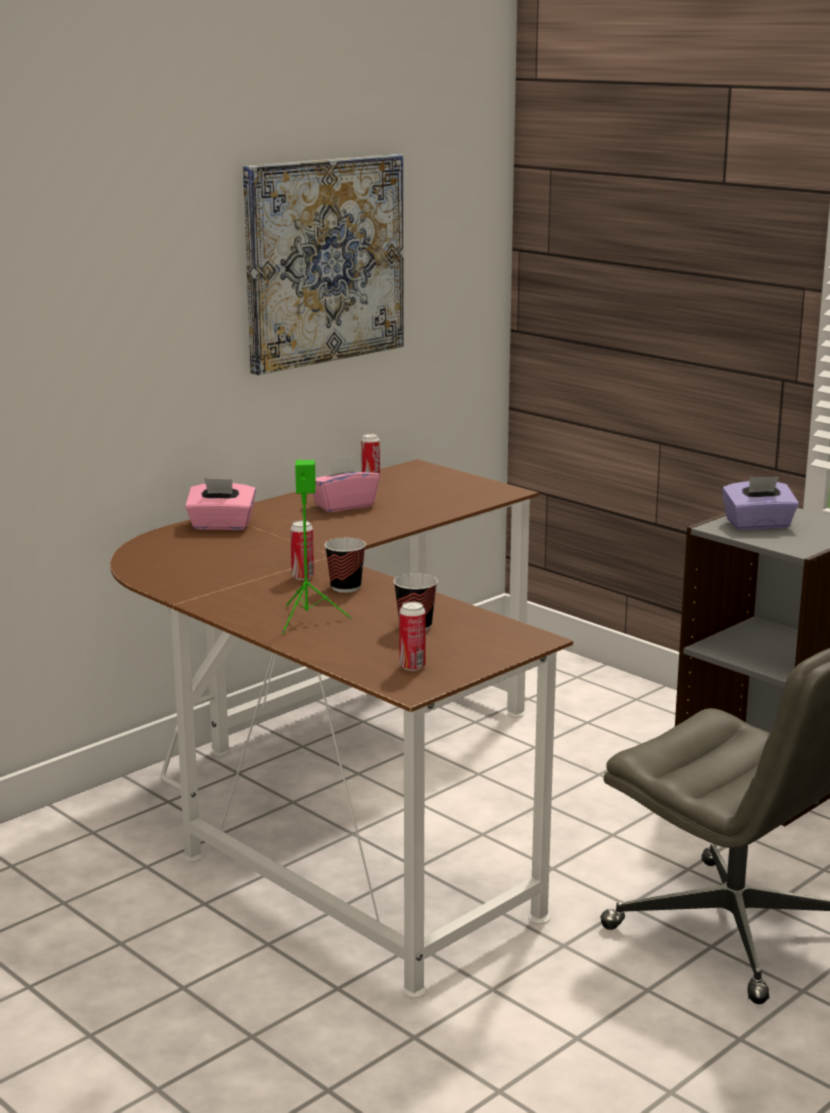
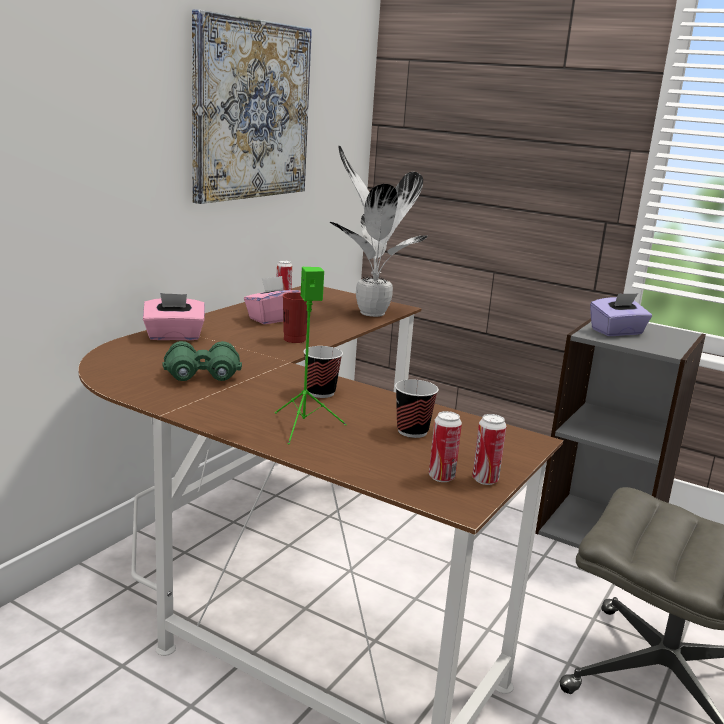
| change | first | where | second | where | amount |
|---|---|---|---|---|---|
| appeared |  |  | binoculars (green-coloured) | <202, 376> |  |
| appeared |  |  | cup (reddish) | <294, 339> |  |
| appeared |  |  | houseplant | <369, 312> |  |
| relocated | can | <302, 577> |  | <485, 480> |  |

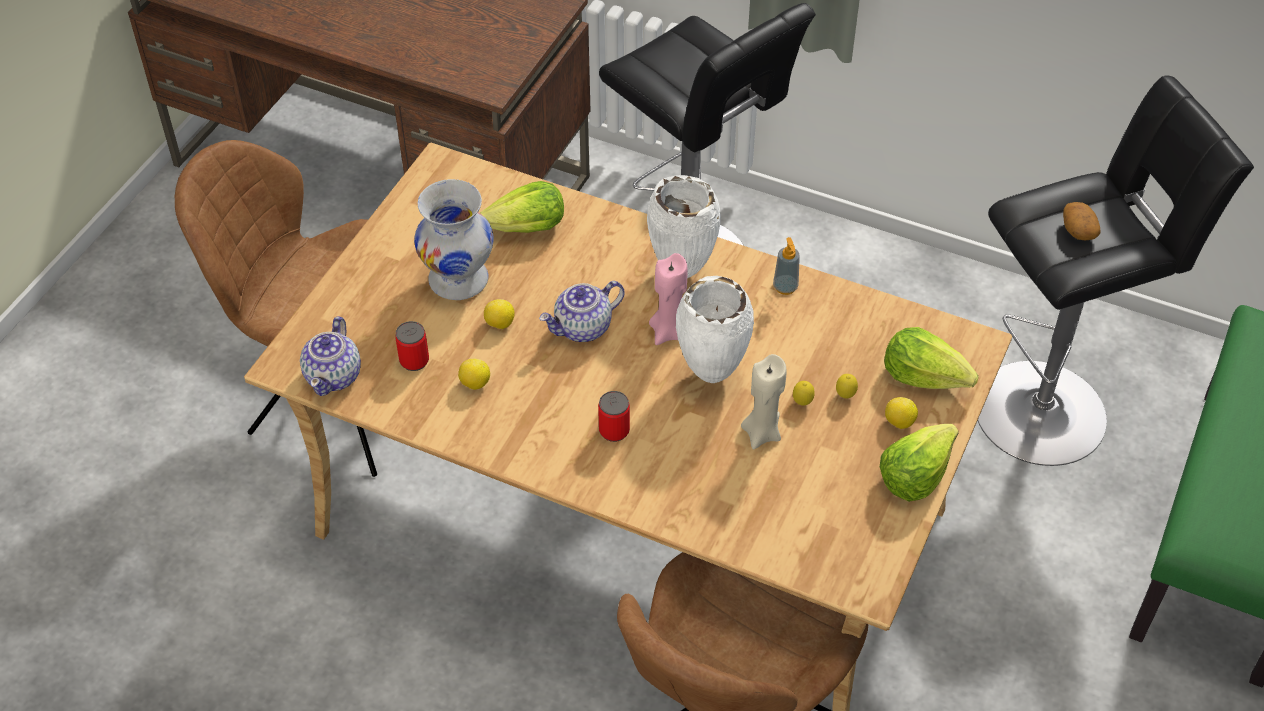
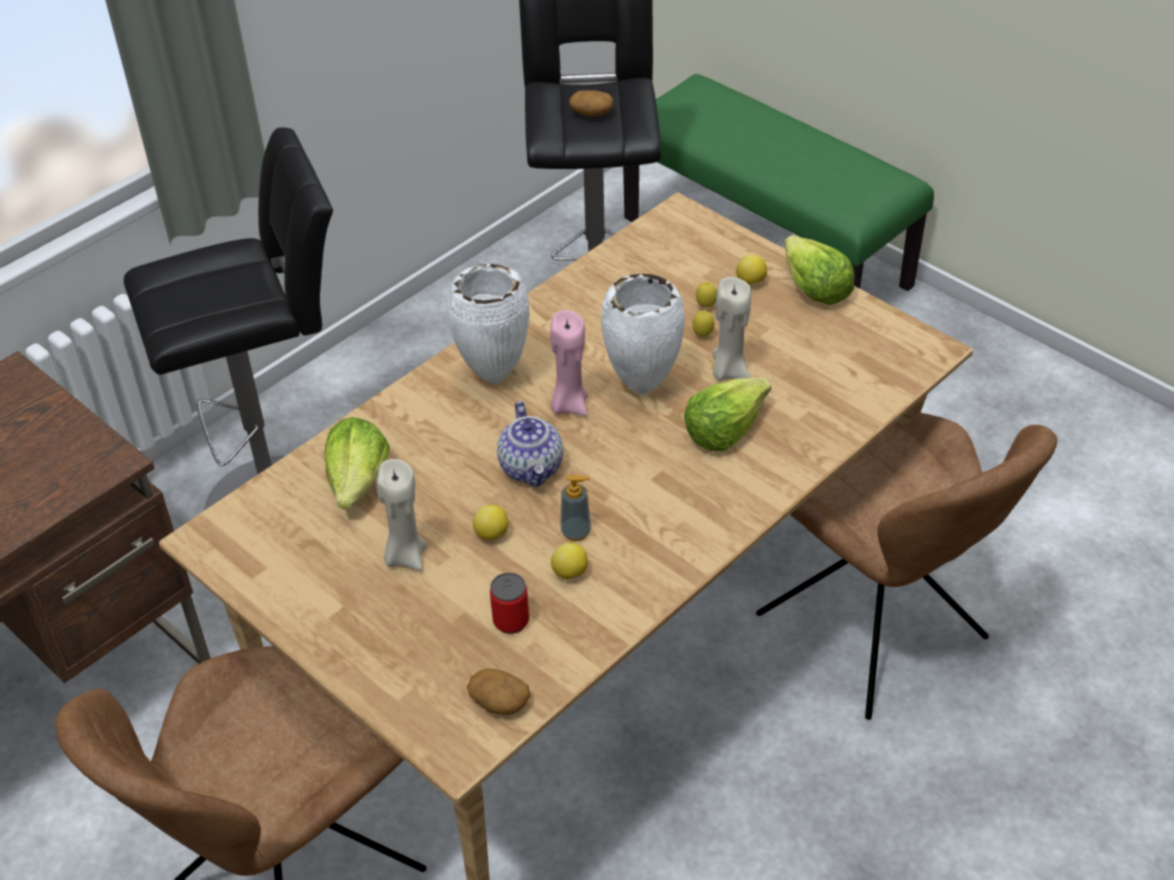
| change | first | where | second | where | amount |
|---|---|---|---|---|---|
| exchanged | flower vase (whitish) | <460, 279> | candle (beige-coloured) | <405, 556> |  |
| exchanged | teapot | <334, 375> | potato | <499, 702> |  |
| relocated | soap bottle | <785, 287> |  | <576, 532> |  |
| relocated | lettuce head | <925, 376> |  | <724, 429> |  |
| missing | can | <614, 431> |  |  |  |

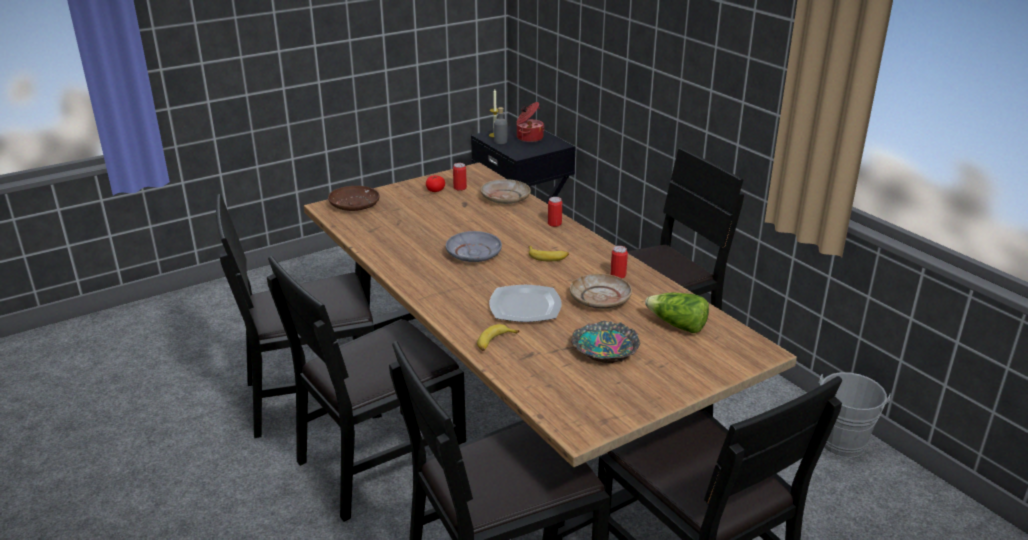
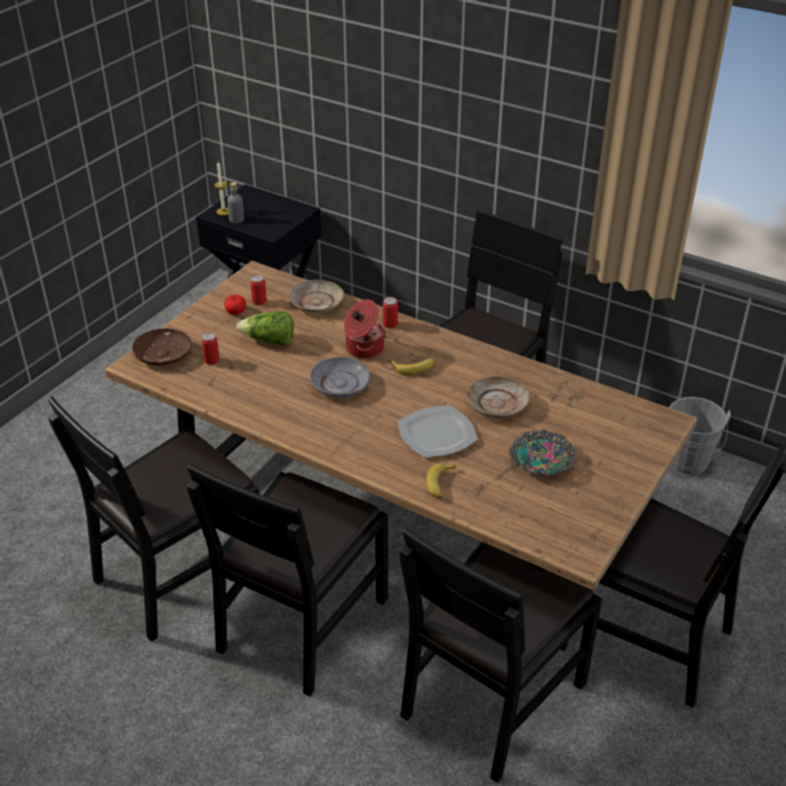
| change | first | where | second | where | amount |
|---|---|---|---|---|---|
| relocated | can | <618, 275> |  | <211, 360> |  |
| relocated | lettuce head | <677, 325> |  | <269, 341> |  |
| relocated | cooking pot | <529, 138> |  | <363, 348> |  |

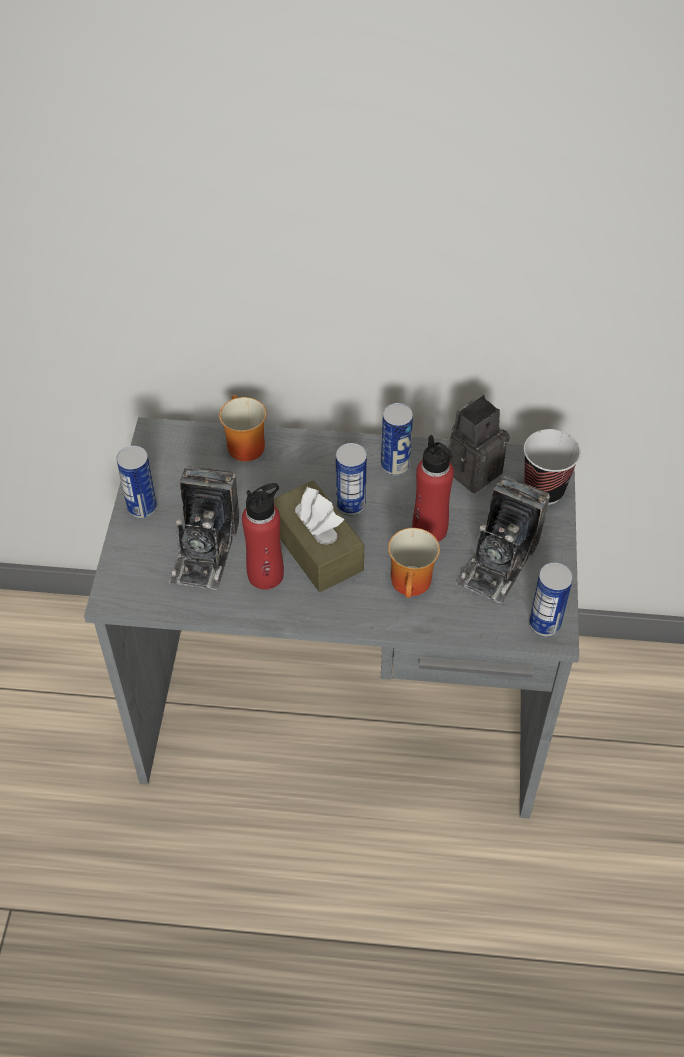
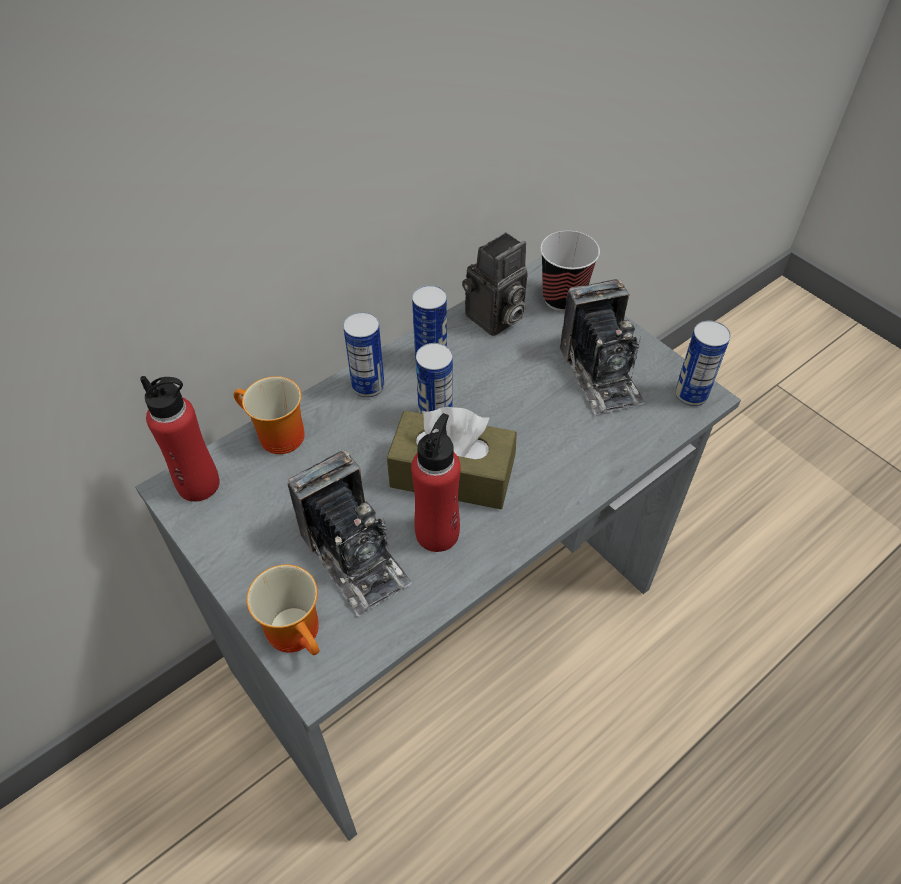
| change | first | where | second | where | amount |
|---|---|---|---|---|---|
| relocated | beverage bottle (reddish) | <429, 529> |  | <198, 484> |  |
| relocated | coffee mug | <413, 584> |  | <299, 631> |  |
| relocated | can | <142, 508> |  | <368, 386> |  |
| spun | still camera | <473, 469> |  | <494, 319> | 135 degrees counterclockwise |

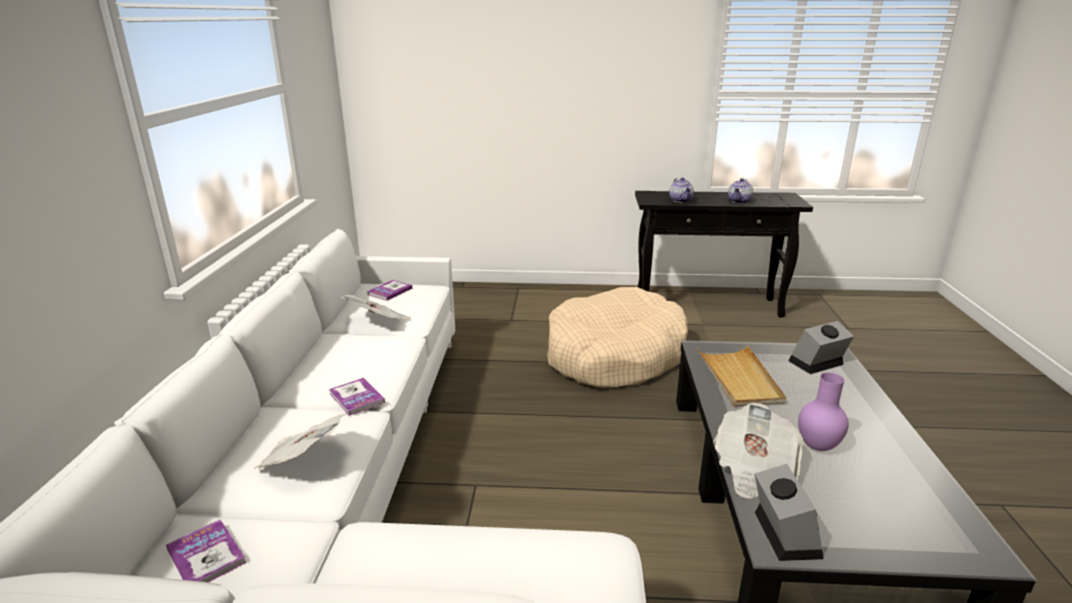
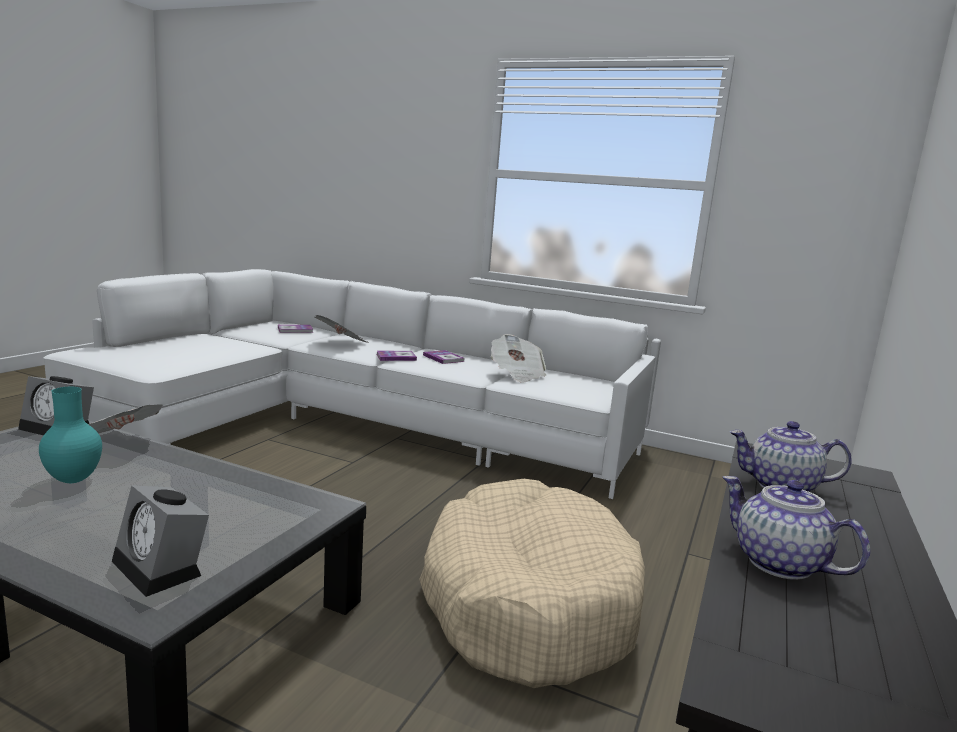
| change | first | where | second | where | amount |
|---|---|---|---|---|---|
| colour | flower vase (purple-coloured) | <818, 447> | flower vase (turquoise) | <72, 480> |  |
| spun | table clock | <816, 364> |  | <162, 568> | 135 degrees clockwise |
| relocated | volume | <389, 291> |  | <443, 358> |  |
| missing | tray (beige-coloured) | <739, 379> |  |  |  |

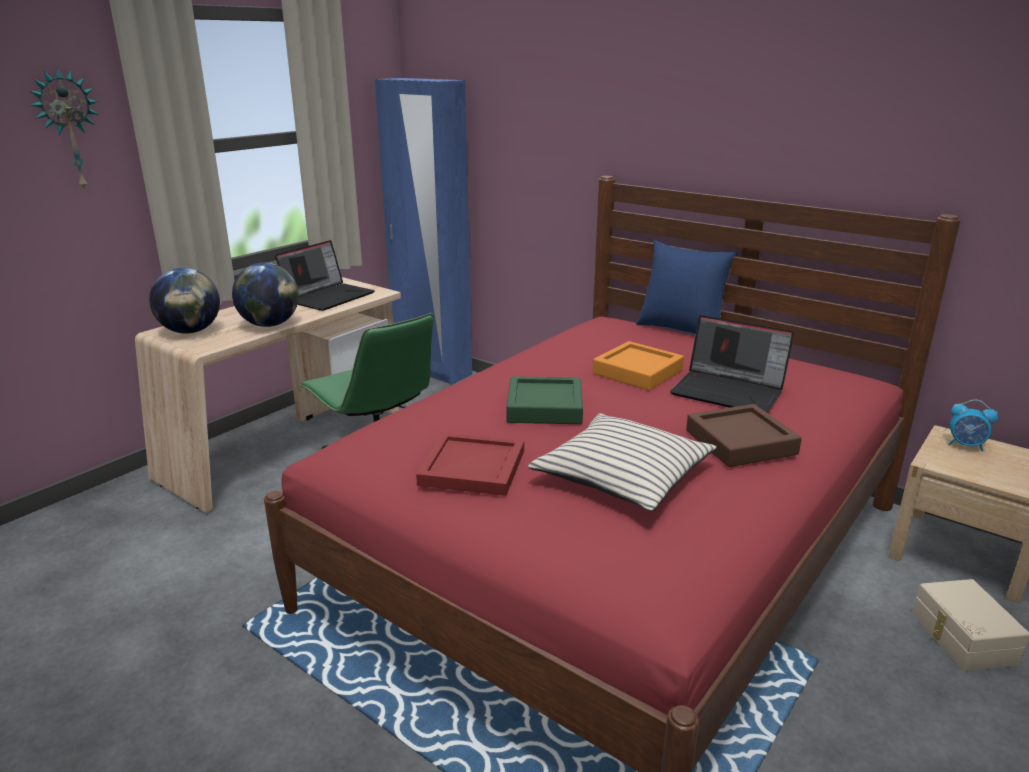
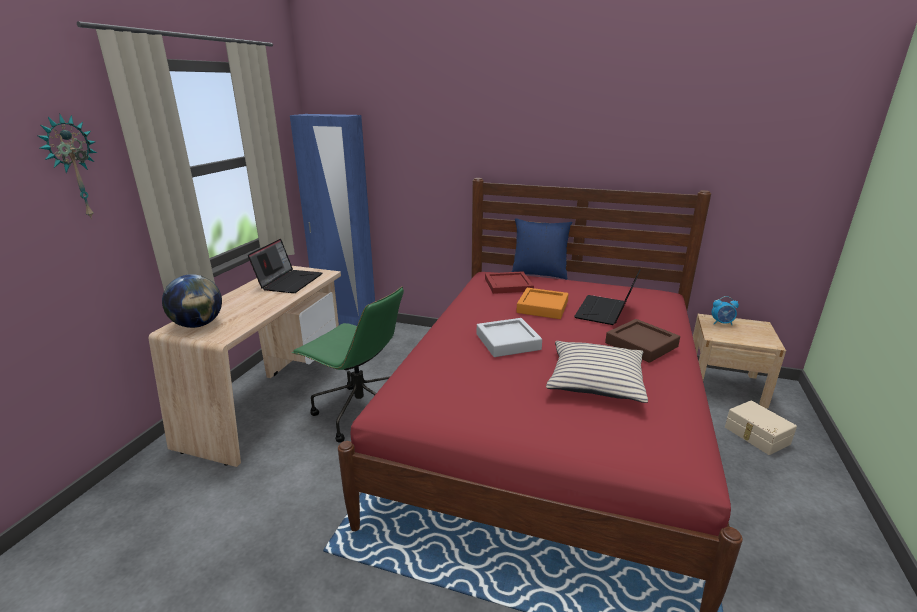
| change | first | where | second | where | amount |
|---|---|---|---|---|---|
| colour | tray (green-coloured) | <544, 407> | tray (grey) | <508, 342> |  |
| relocated | tray (reddish) | <471, 466> |  | <507, 284> |  |
| spun | portable computer | <729, 391> |  | <606, 312> | 105 degrees clockwise |
| missing | world globe | <270, 325> |  |  |  |

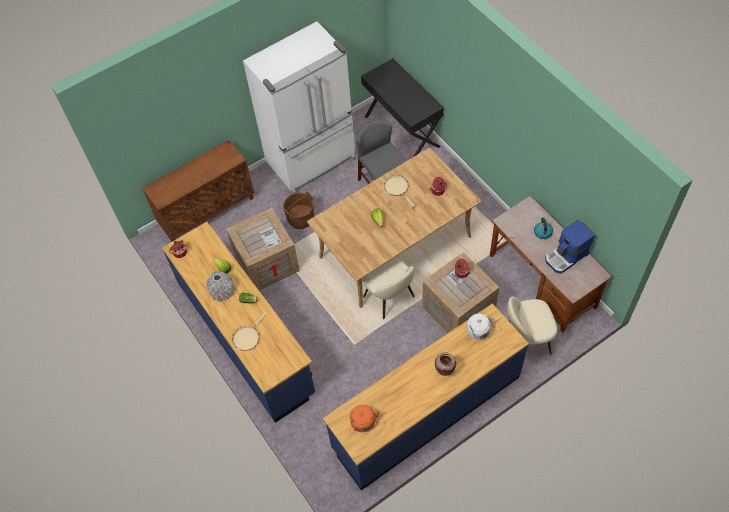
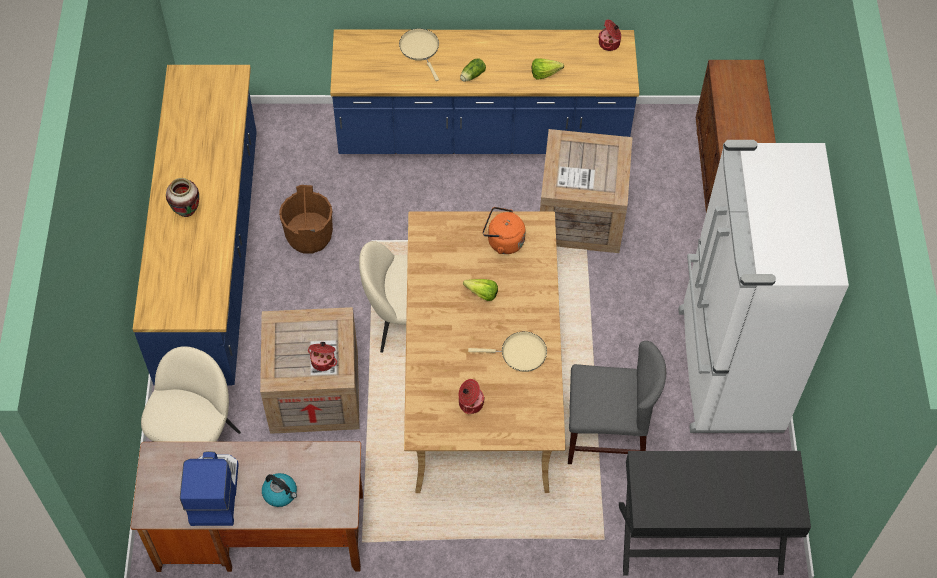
| change | first | where | second | where | amount |
|---|---|---|---|---|---|
| relocated | bucket (brown-coloured) | <300, 218> |  | <309, 236> |  |
| relocated | tea kettle (orangey) | <363, 423> |  | <503, 241> |  |
| missing | flower vase (grey) | <222, 291> |  |  |  |
| missing | tea kettle (whitish) | <479, 332> |  |  |  |

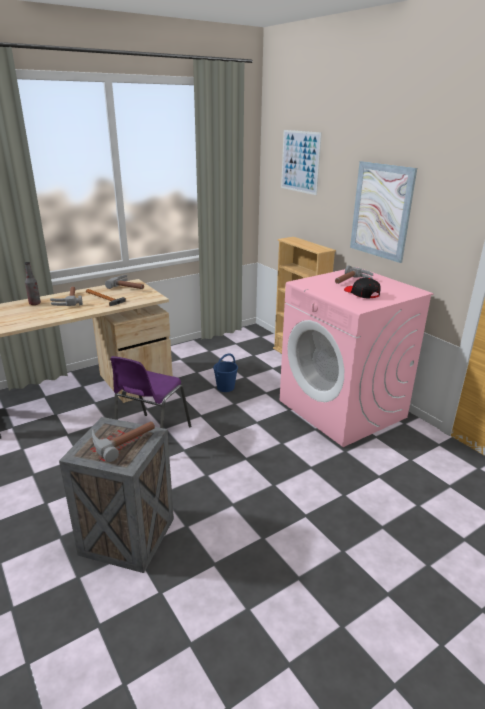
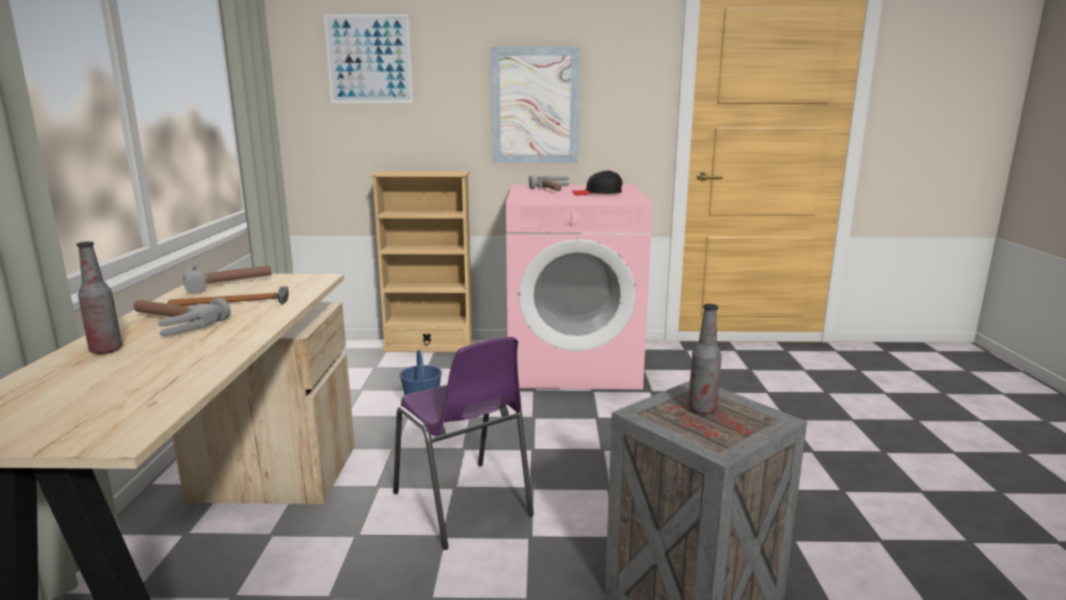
| change | first | where | second | where | amount |
|---|---|---|---|---|---|
| exchanged | tool hammer | <122, 440> | beverage bottle | <702, 409> |  |

